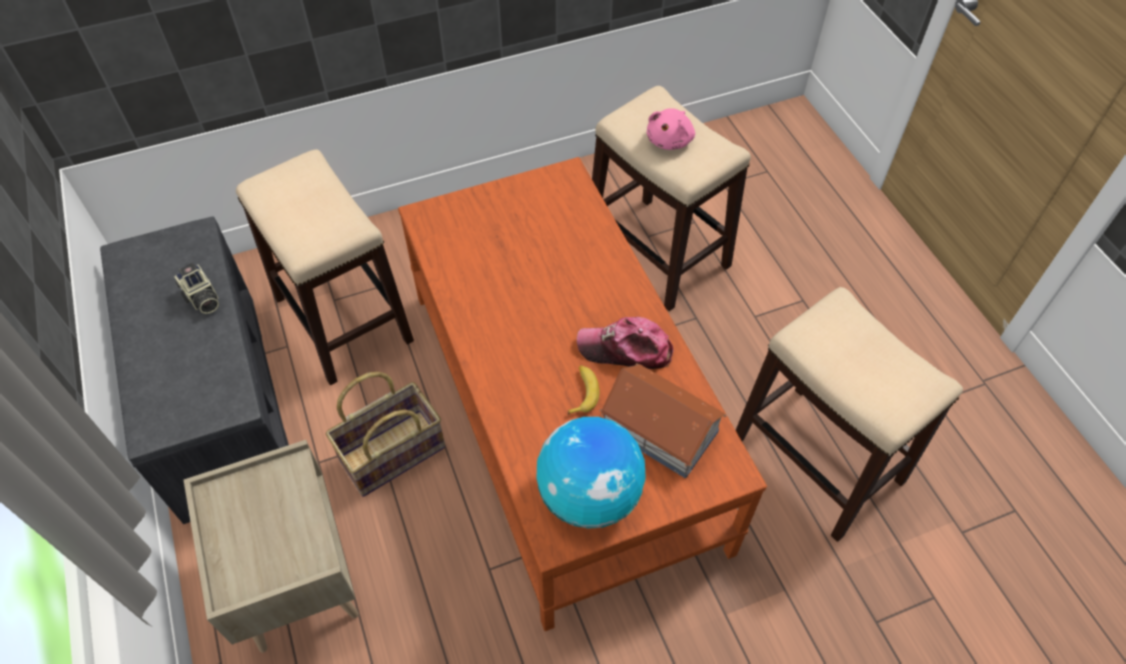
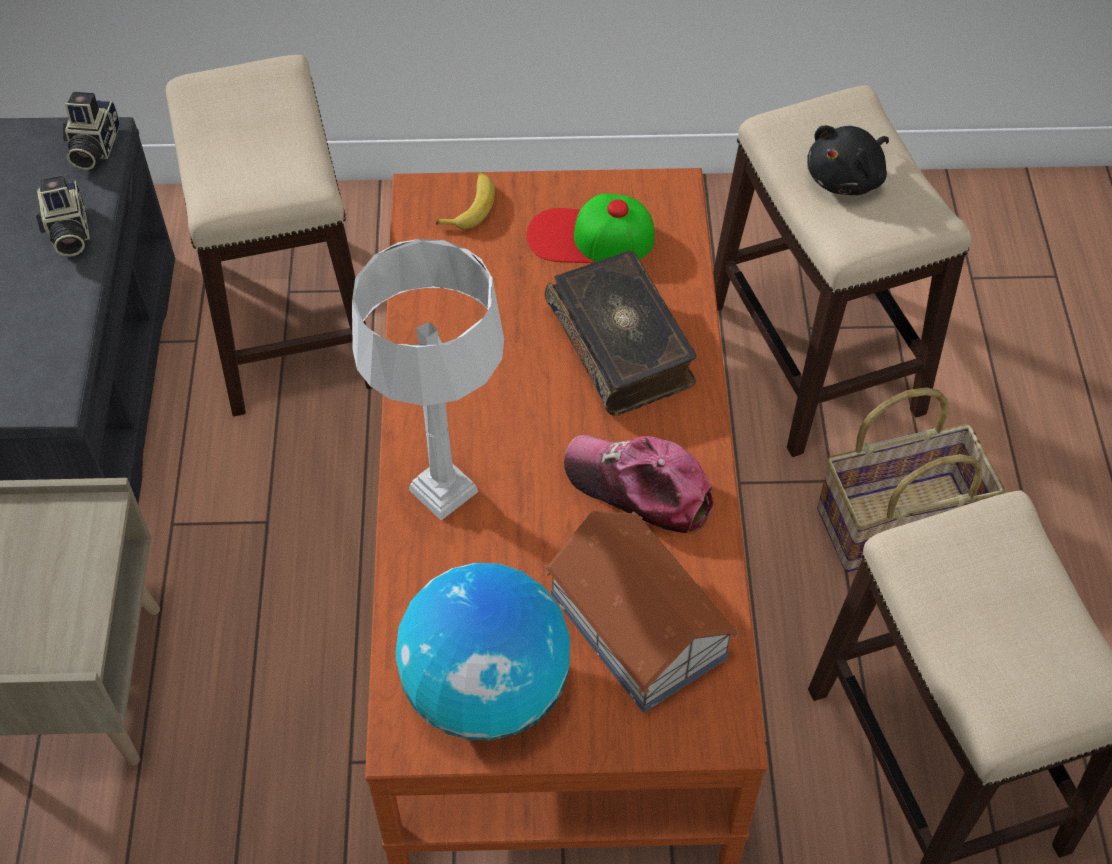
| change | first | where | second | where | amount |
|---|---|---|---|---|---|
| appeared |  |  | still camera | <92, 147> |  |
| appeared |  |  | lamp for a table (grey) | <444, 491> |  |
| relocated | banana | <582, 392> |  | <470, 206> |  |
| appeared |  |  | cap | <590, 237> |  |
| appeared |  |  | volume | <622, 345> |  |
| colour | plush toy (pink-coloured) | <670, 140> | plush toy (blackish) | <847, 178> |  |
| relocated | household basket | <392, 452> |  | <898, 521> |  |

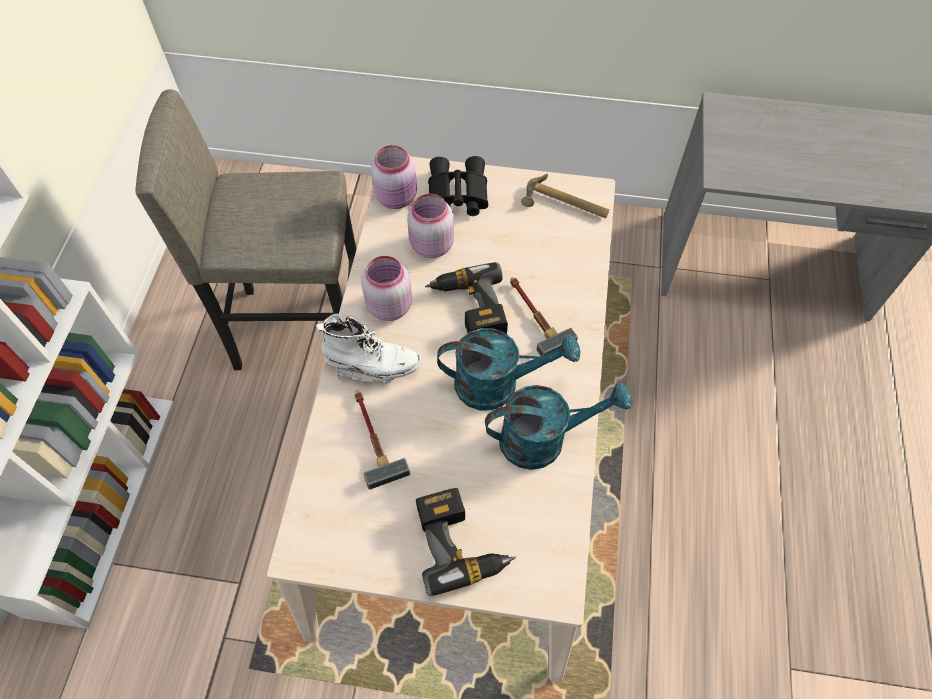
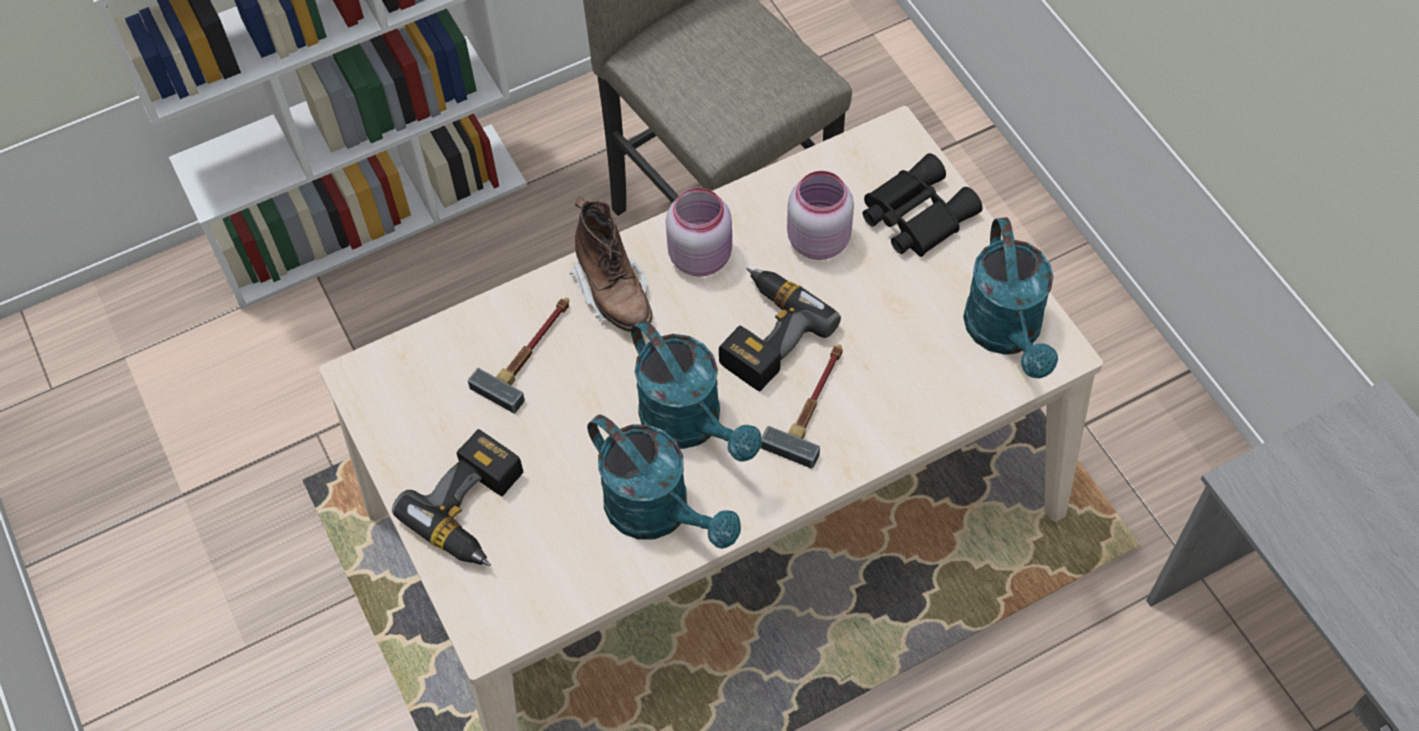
| change | first | where | second | where | amount |
|---|---|---|---|---|---|
| colour | tall boot (whitish) | <372, 365> | tall boot (brown-coloured) | <614, 292> |  |
| exchanged | tool hammer | <565, 205> | watering pot (turquoise) | <1007, 334> |  |
| missing | preserve jar (pink-coloured) | <397, 197> |  |  |  |

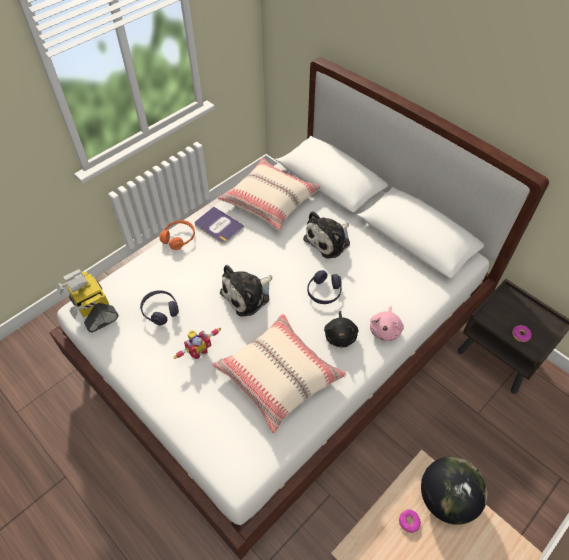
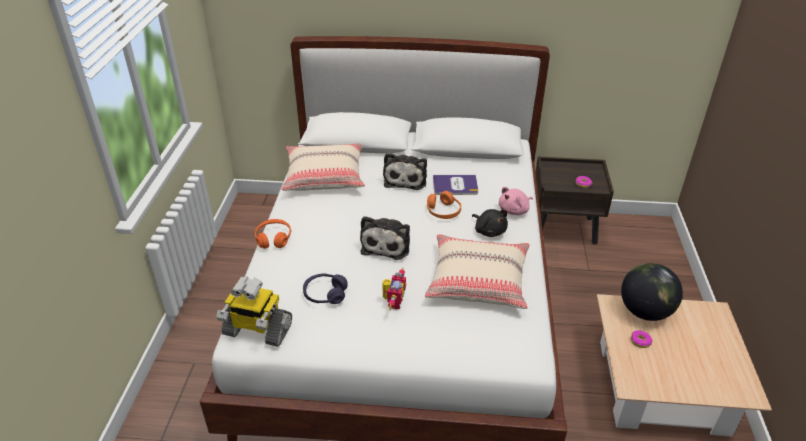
| change | first | where | second | where | amount |
|---|---|---|---|---|---|
| colour | pair of headphones (purple-coloured) | <324, 292> | pair of headphones (orangey) | <443, 211> |  |
| relocated | volume | <218, 225> |  | <455, 185> |  |
| spun | plush toy (pink-coloured) | <385, 329> |  | <514, 210> | 75 degrees clockwise |

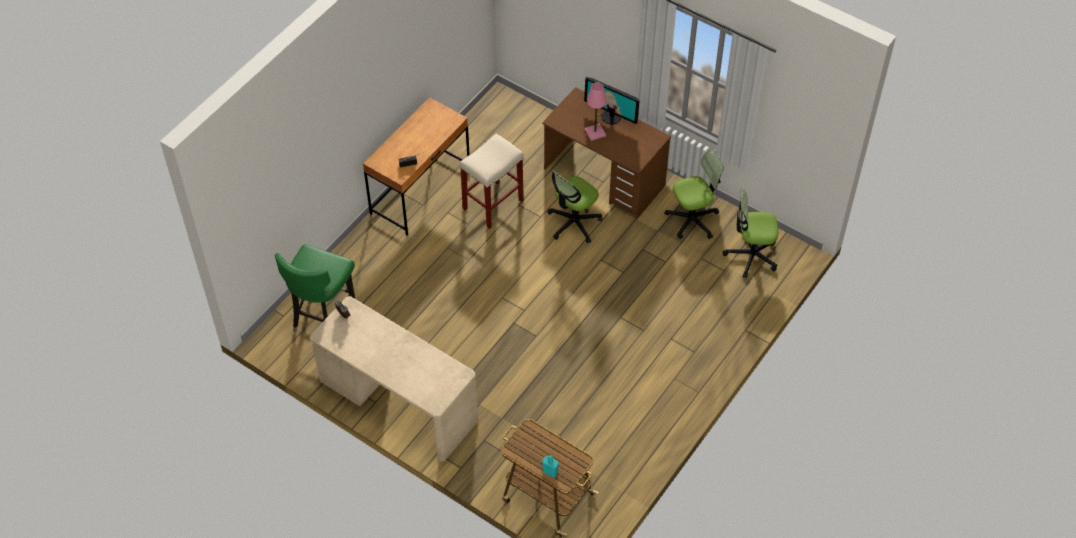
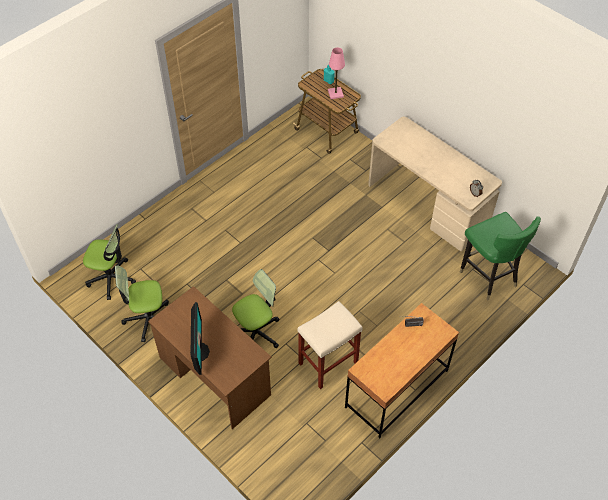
| change | first | where | second | where | amount |
|---|---|---|---|---|---|
| spun | computer screen | <611, 117> |  | <199, 351> | 45 degrees clockwise |
| relocated | lamp for a table (pink-coloured) | <595, 133> |  | <335, 94> |  |
| spun | plain chair (green-coloured) | <323, 318> |  | <488, 277> | 120 degrees clockwise |

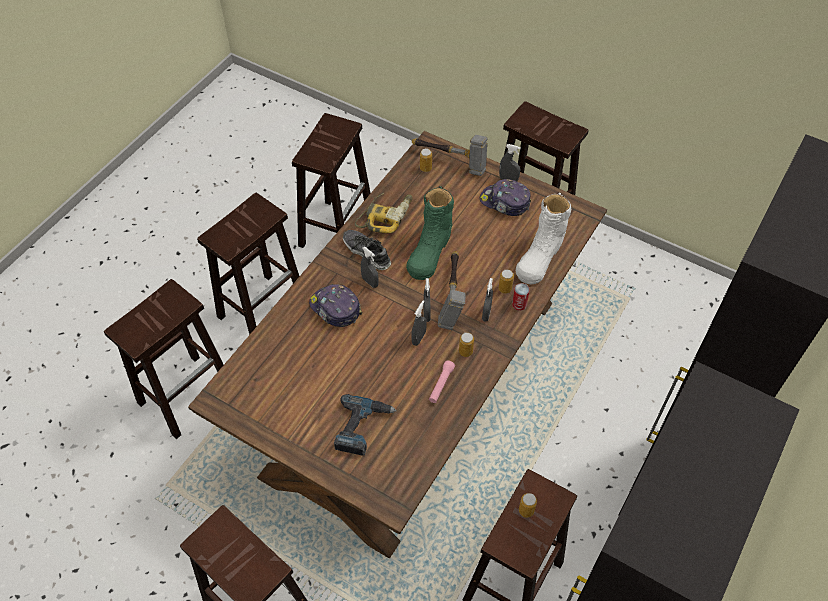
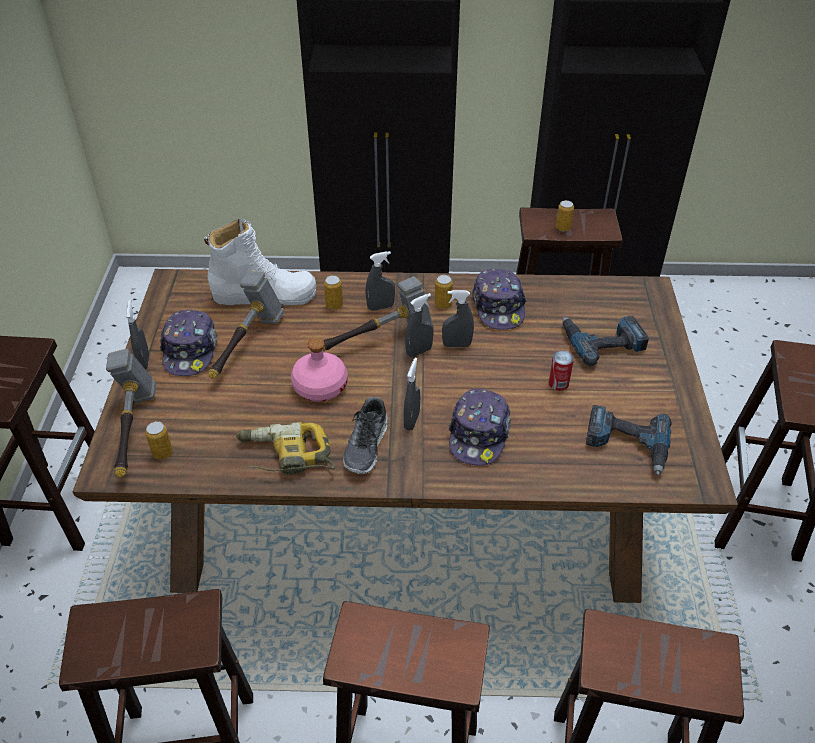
| change | first | where | second | where | amount |
|---|---|---|---|---|---|
| appeared |  |  | tool hammer | <247, 346> |  |
| exchanged | tall boot (green-coloured) | <430, 250> | beverage bottle (pink-coloured) | <319, 386> |  |
| exchanged | flashlight (pink-coloured) | <441, 384> | cap | <498, 307> |  |
| relocated | can | <519, 304> |  | <558, 383> |  |
| appeared |  |  | power drill | <626, 444> |  |

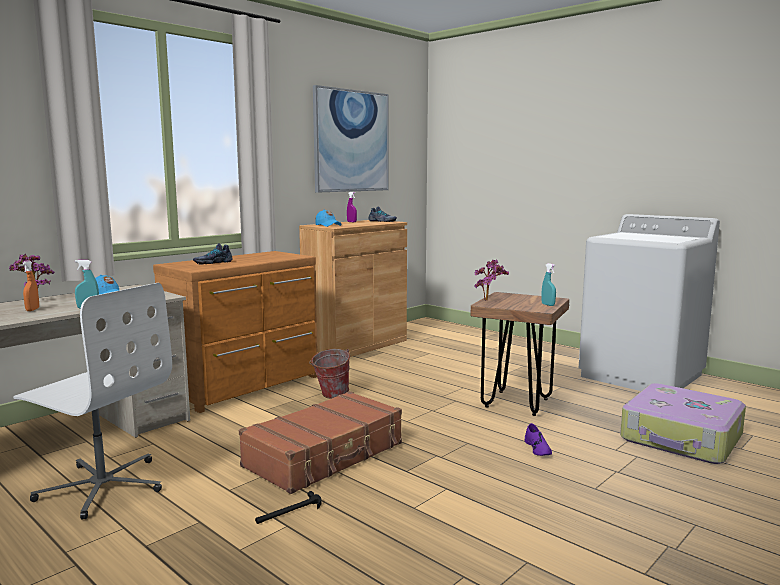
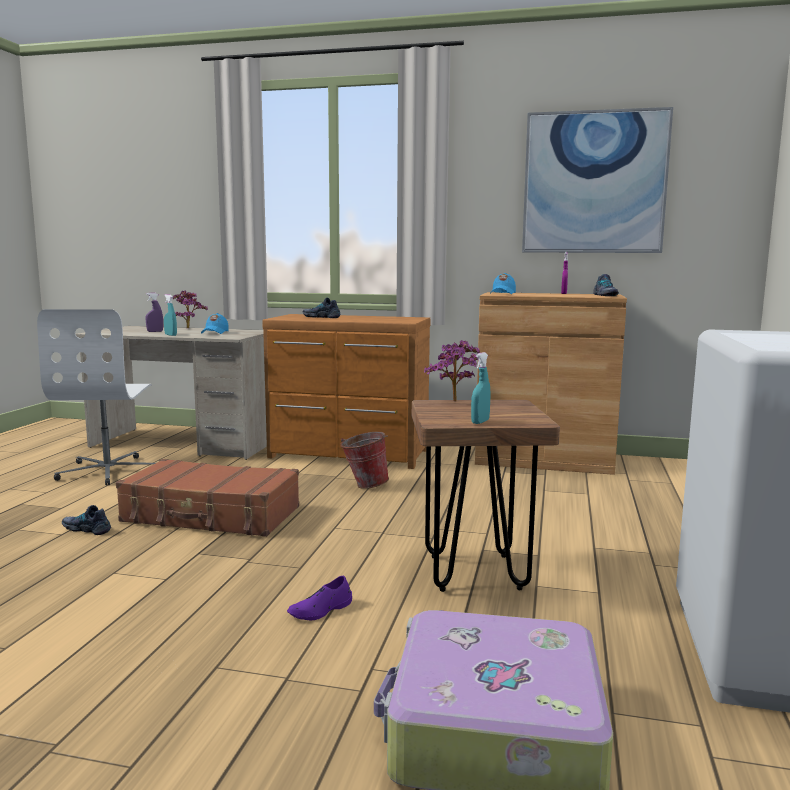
| change | first | where | second | where | amount |
|---|---|---|---|---|---|
| exchanged | tool hammer | <289, 512> | shoe | <87, 529> |  |
| colour | spray bottle (orangey) | <32, 310> | spray bottle (purple-coloured) | <155, 331> |  |

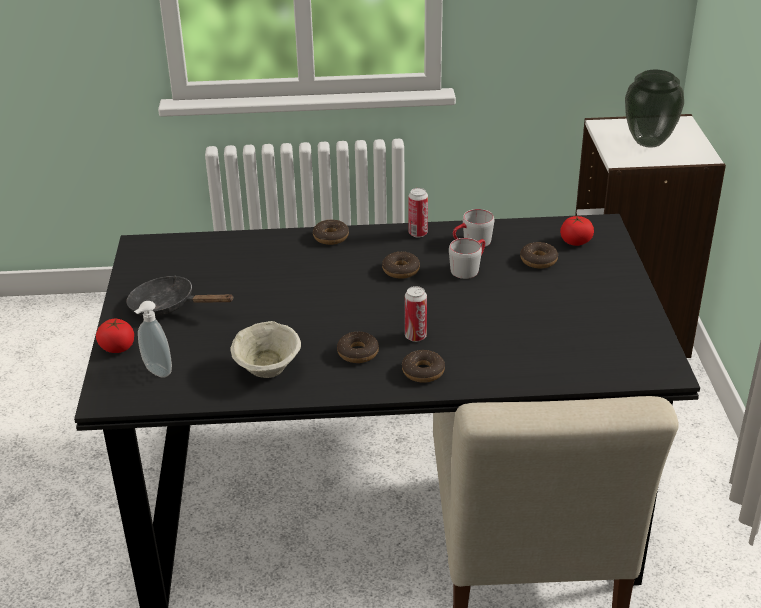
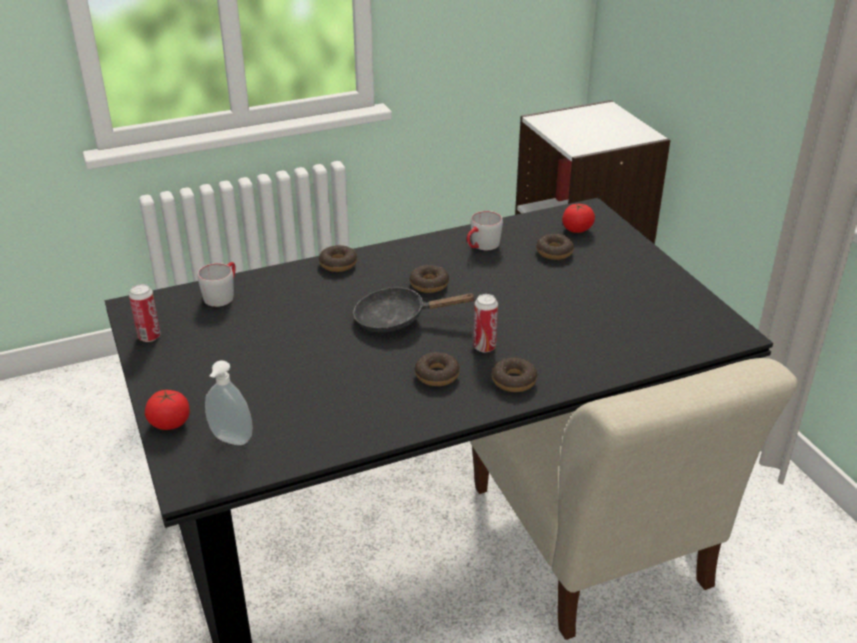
| change | first | where | second | where | amount |
|---|---|---|---|---|---|
| relocated | can | <418, 233> |  | <149, 337> |  |
| relocated | coffee mug (grey) | <468, 268> |  | <222, 294> |  |
| relocated | skillet (blackish) | <169, 306> |  | <397, 319> |  |
| missing | serving bowl (beige-coloured) | <268, 370> |  |  |  |
| missing | flower vase | <648, 143> |  |  |  |

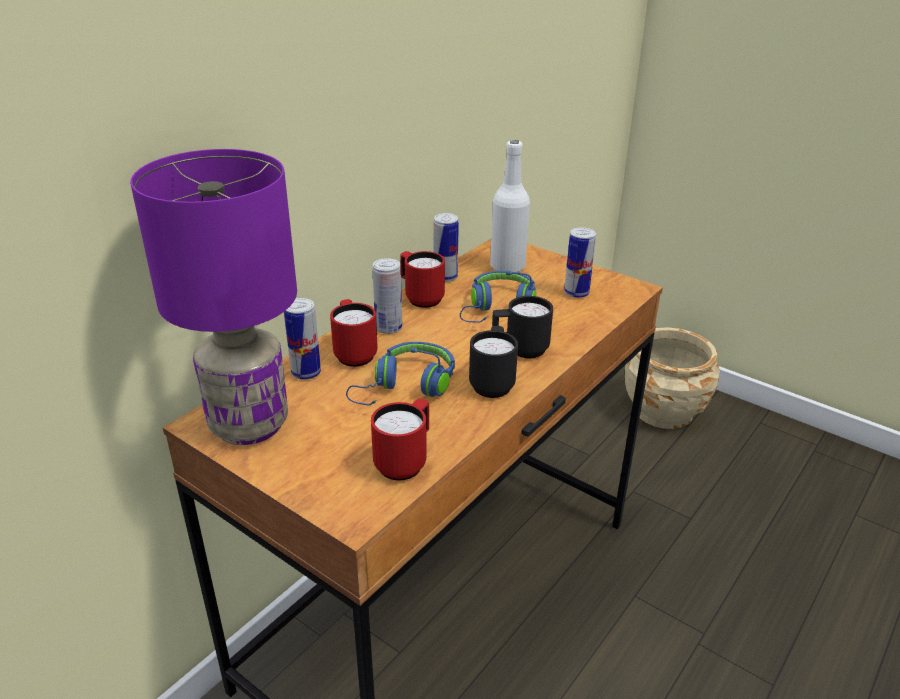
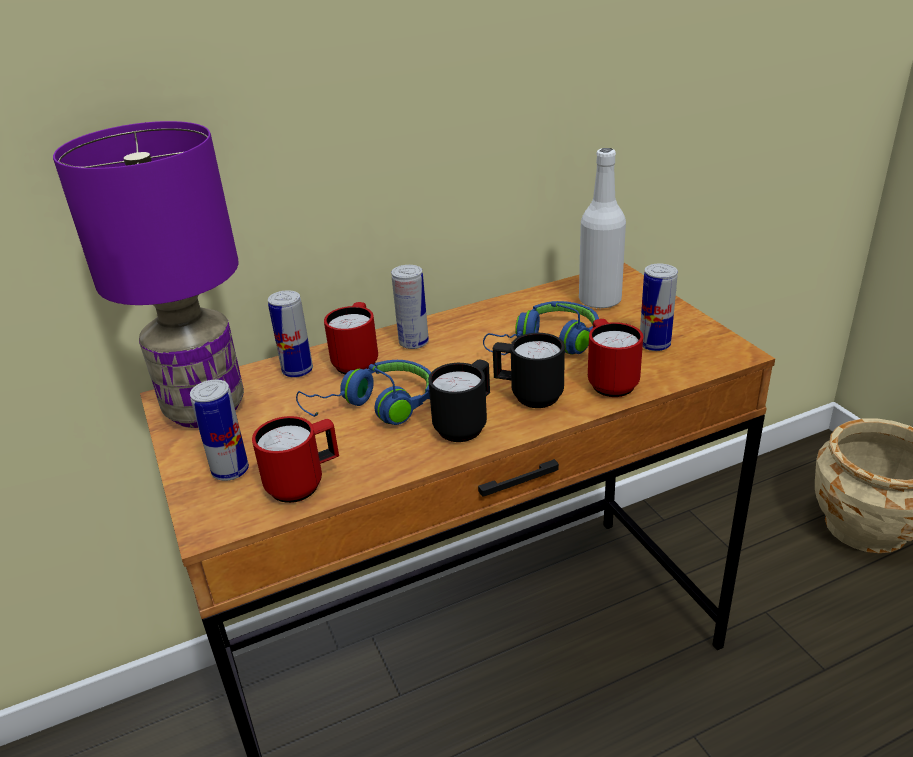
| change | first | where | second | where | amount |
|---|---|---|---|---|---|
| relocated | can | <445, 277> |  | <230, 471> |  |
| relocated | coffee mug (reddish) | <420, 298> |  | <609, 381> |  |

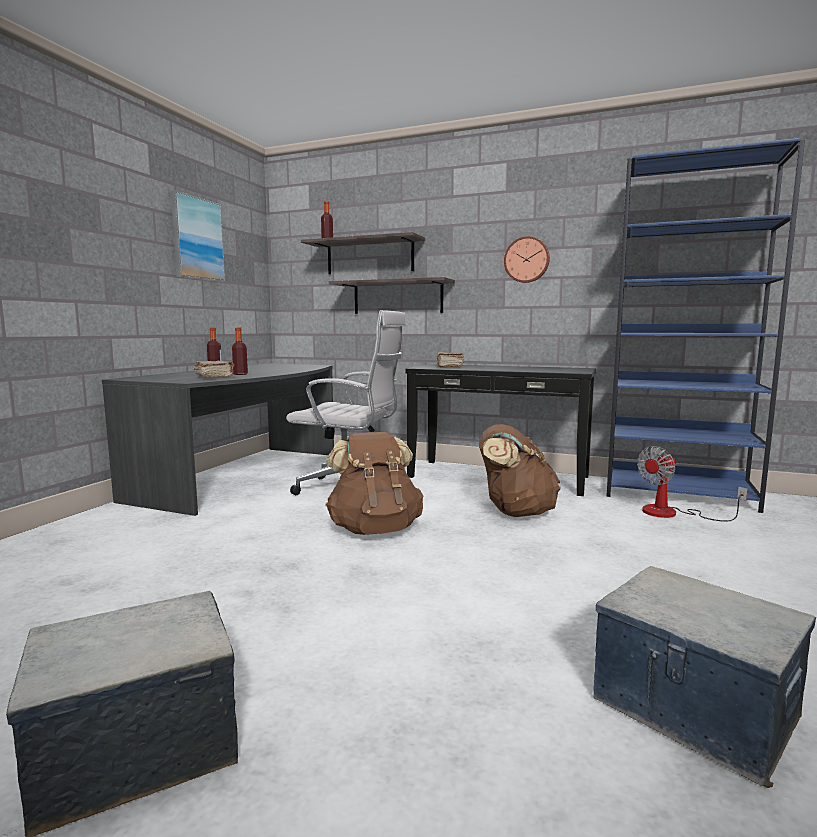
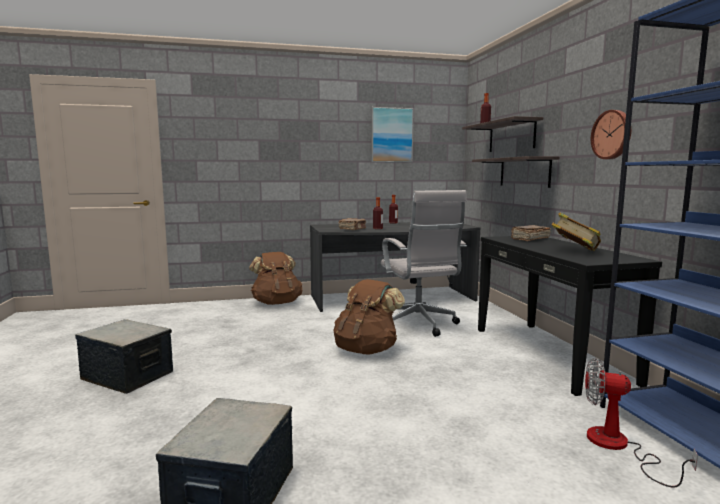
| change | first | where | second | where | amount |
|---|---|---|---|---|---|
| relocated | rucksack (brown-coloured) | <515, 512> |  | <277, 303> |  |
| appeared |  |  | volume | <575, 251> |  |

